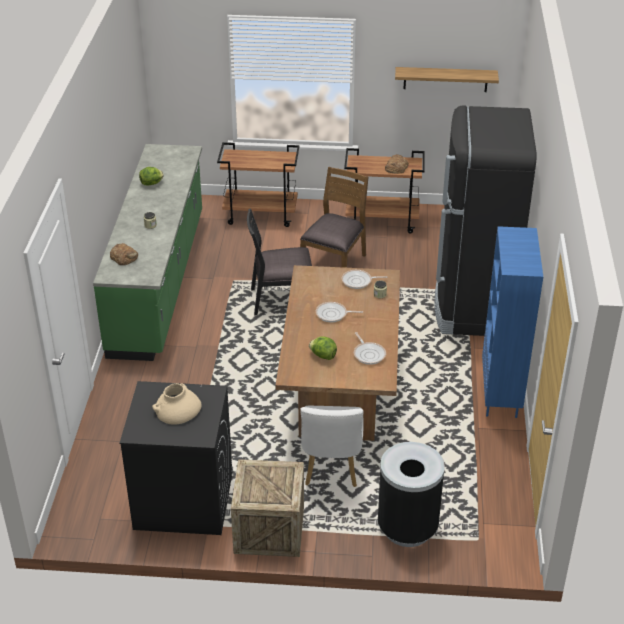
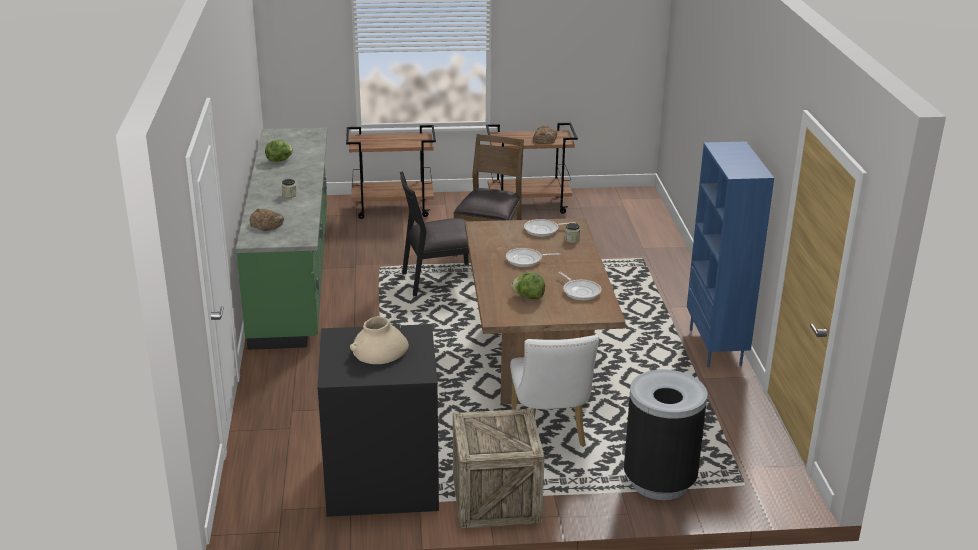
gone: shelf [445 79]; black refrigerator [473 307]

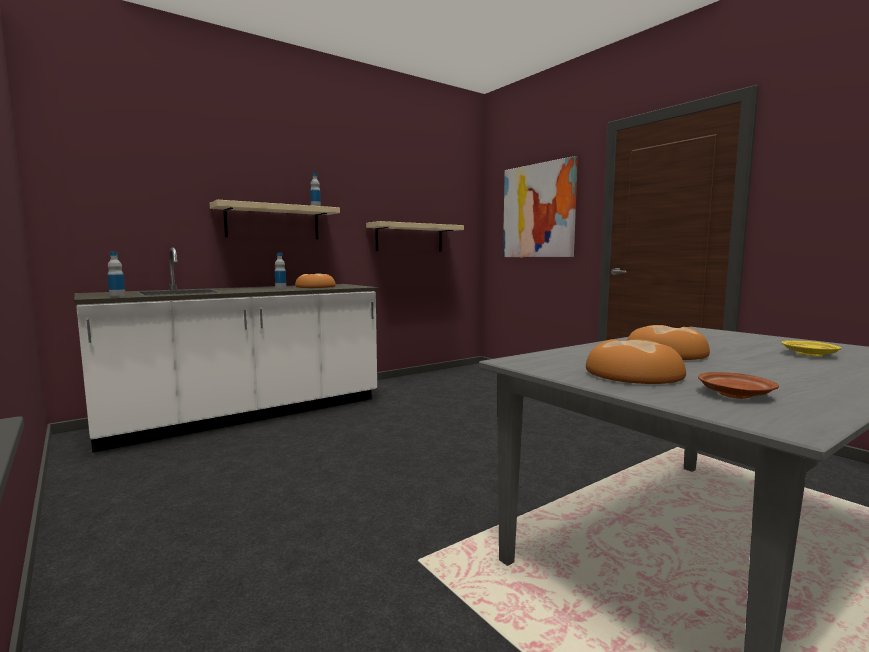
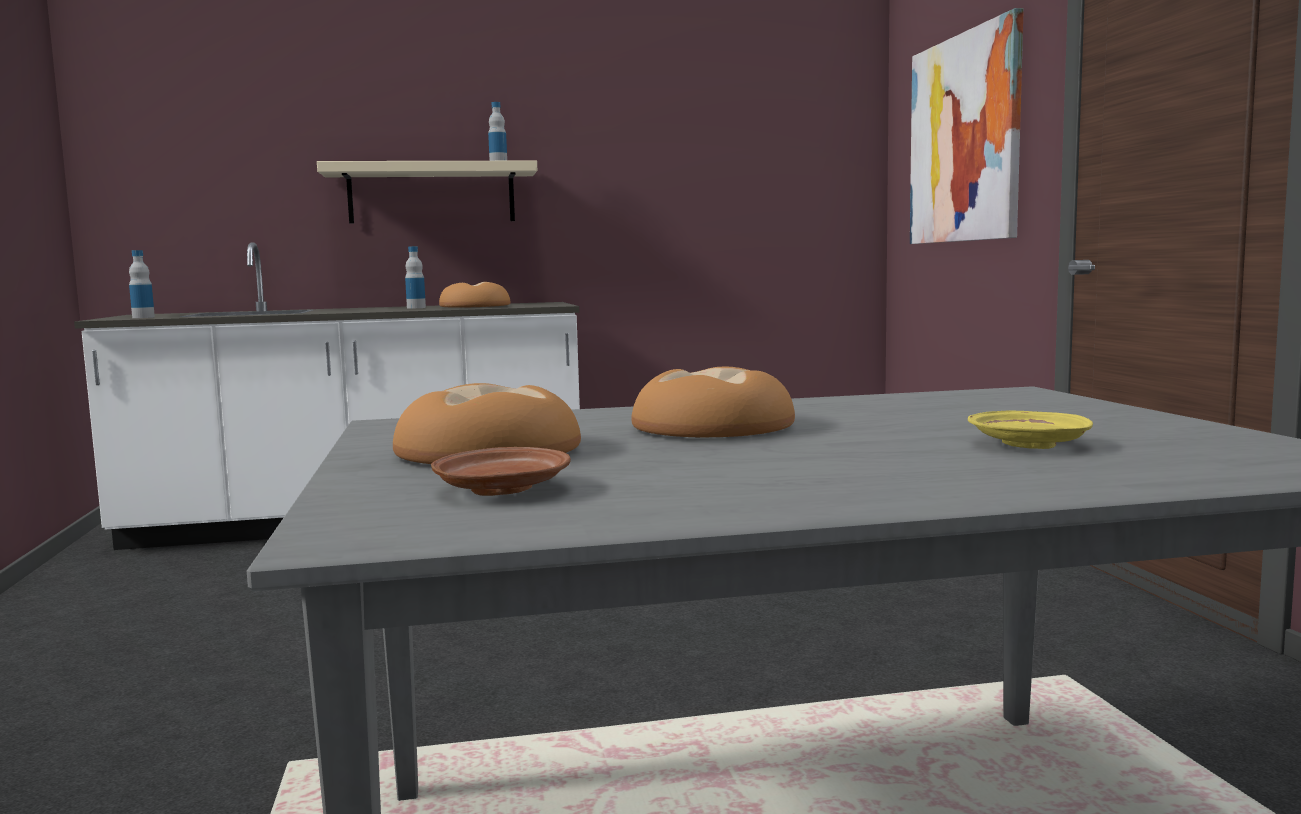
gone: beige shelf [409 238]

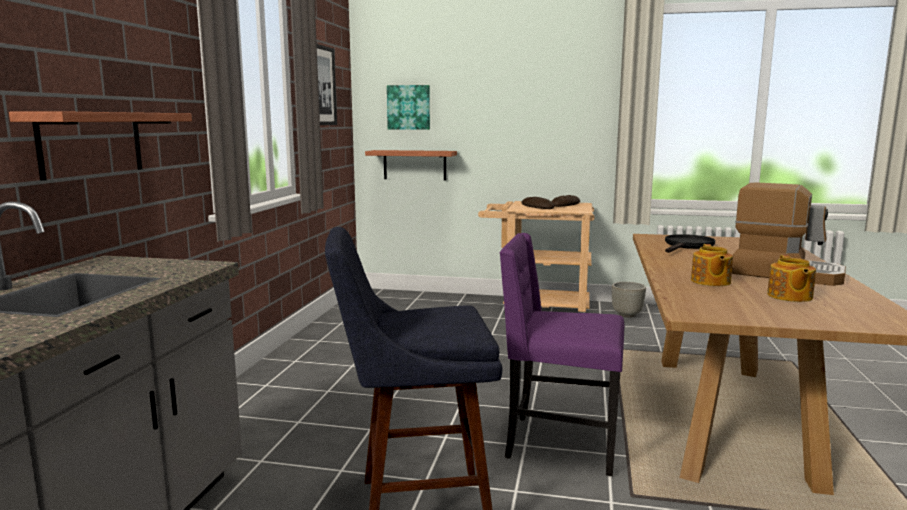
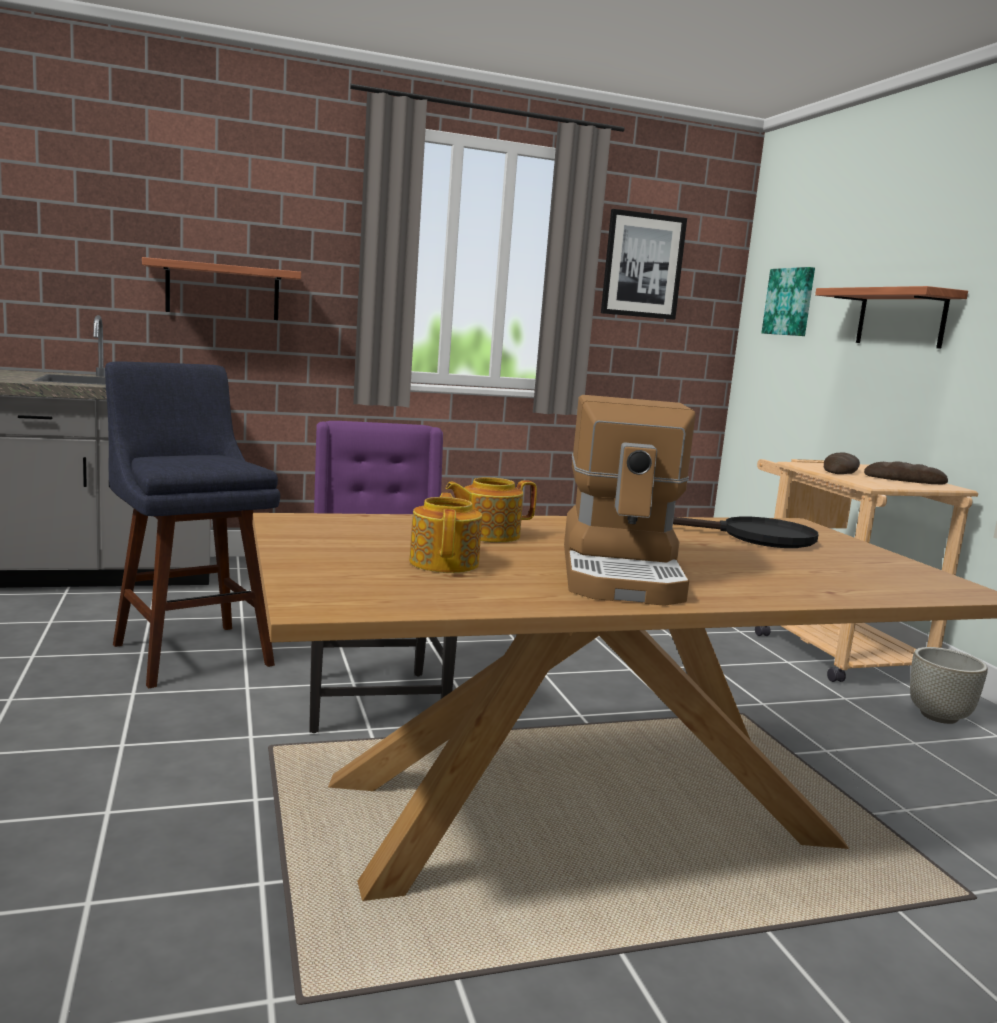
shifted: shelf [414 165] to [901 318]
rotated: teapot [789 296] = [445 562] 105 degrees clockwise

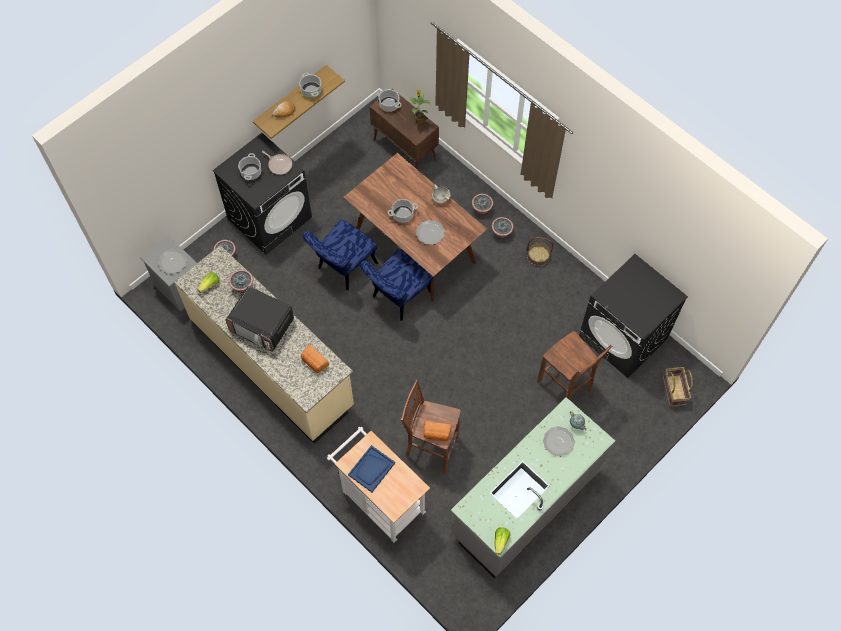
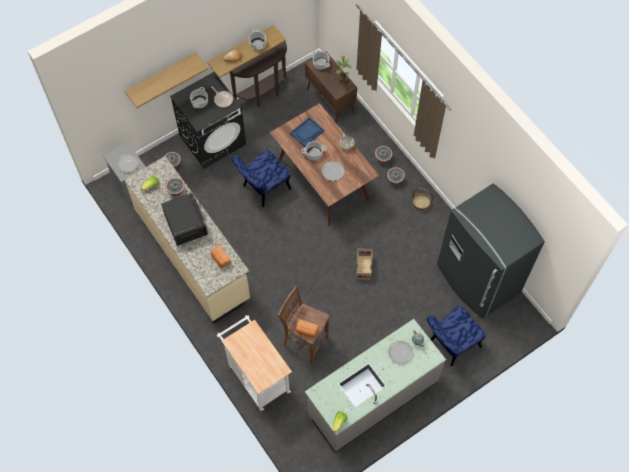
gone: brown-coloured stool seat [566 386]
new: shelf [162 76]; brown-coloured console table [264 94]
shifted: bluish serving tray [371 469] to [307 132]; storage basket [674 390] to [363 267]; bluish upright chair [397 297] to [450 345]
swapped: black laundry appliance [623 337] to gray refrigerator [477 280]
rotated: microwave oven [262 326] = [186 224] 150 degrees counterclockwise

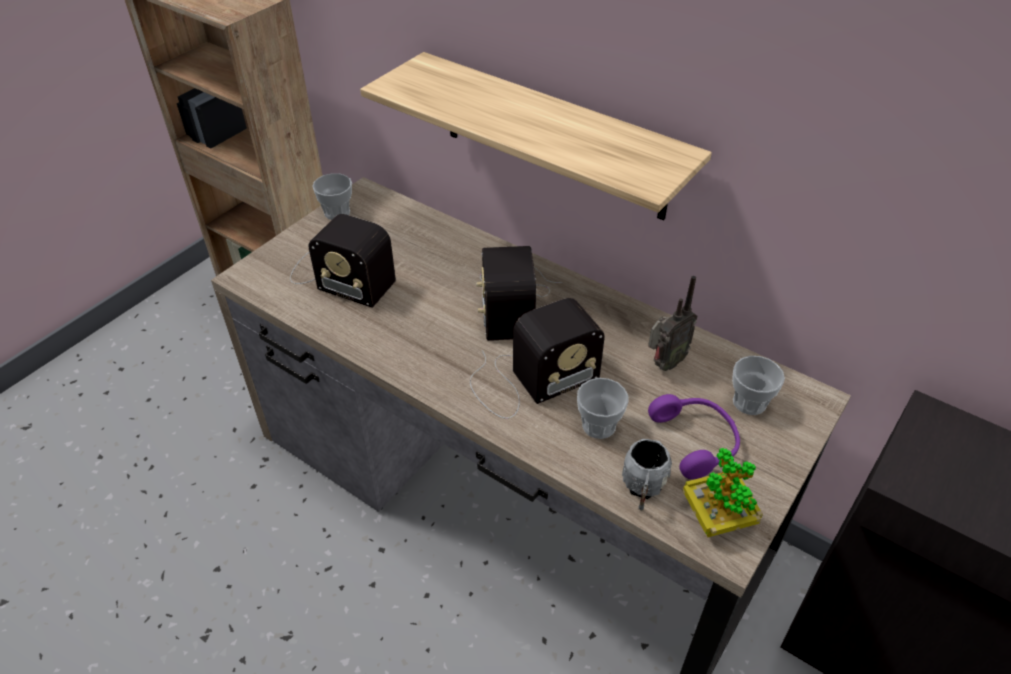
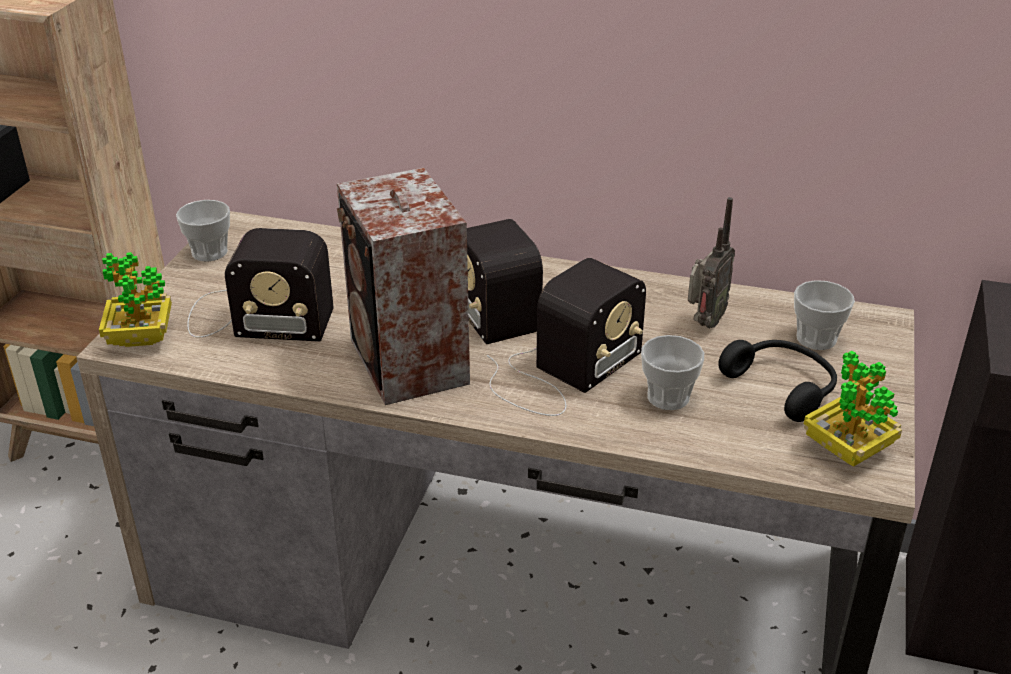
gone: shelf [553 137]; gray mug [642 489]
new: potted plant [140 338]; audio speaker [408 364]
repainted: purplish headset [696 441] to black headset [783 387]

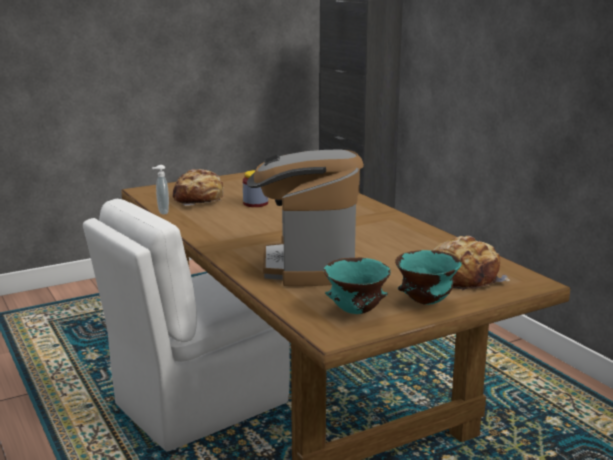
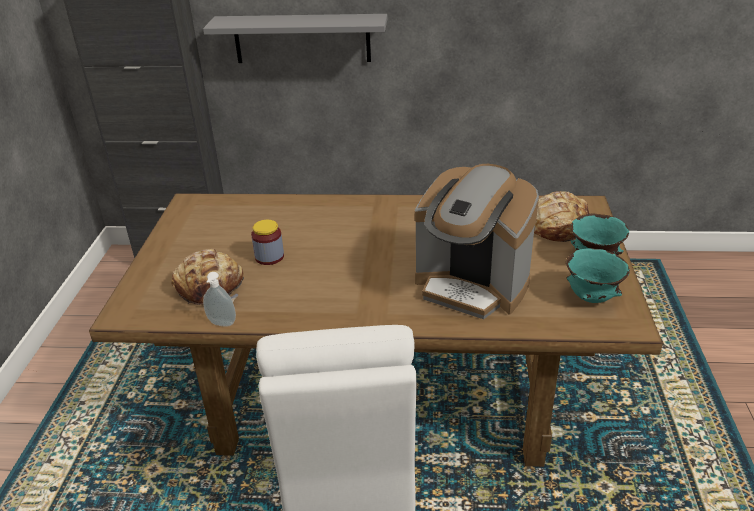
new: gray shelf [302 38]

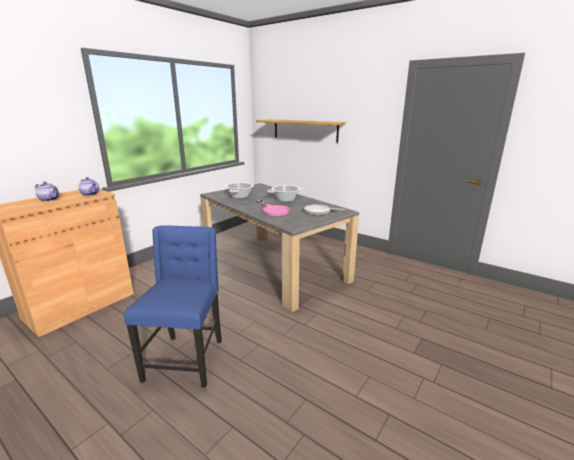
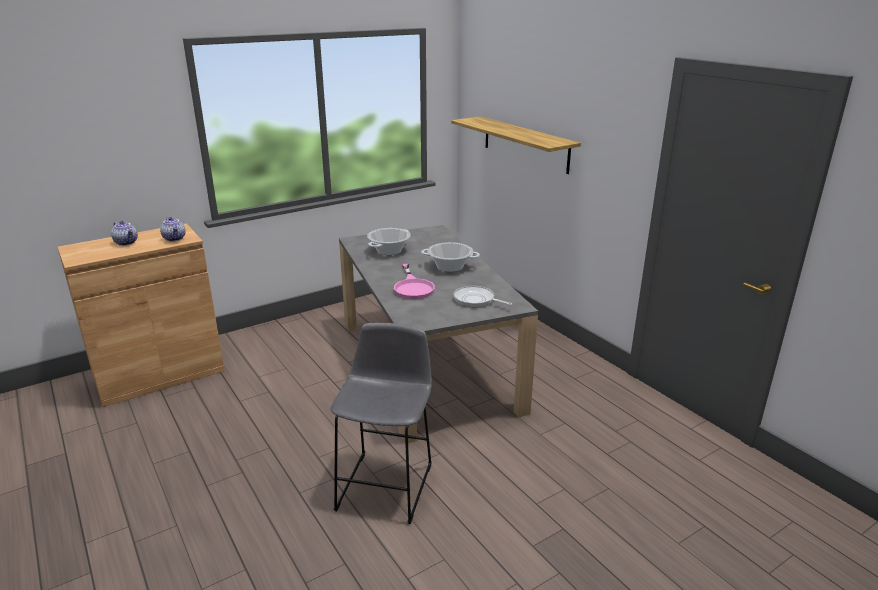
gone: bluish upright chair [186 359]
new: gray stool seat [387 483]

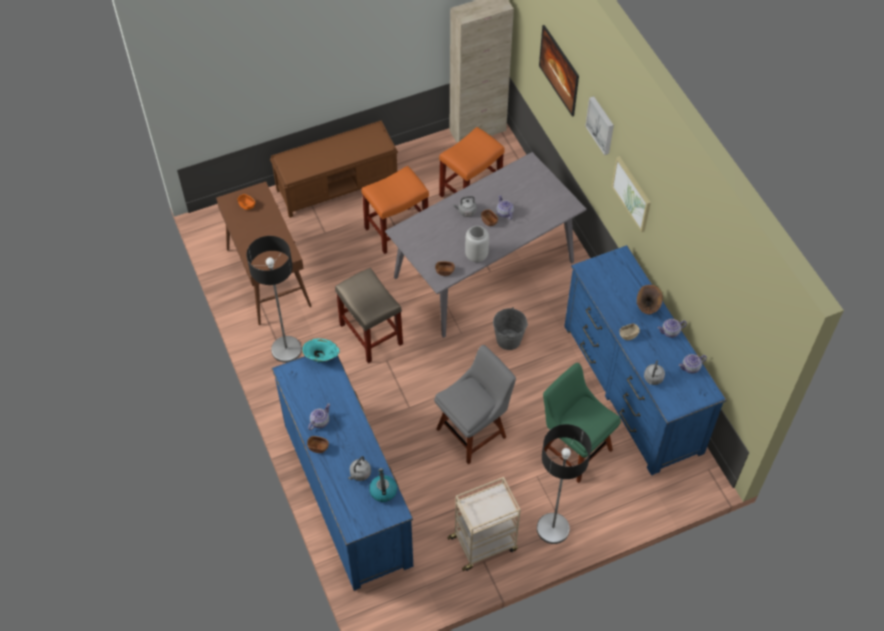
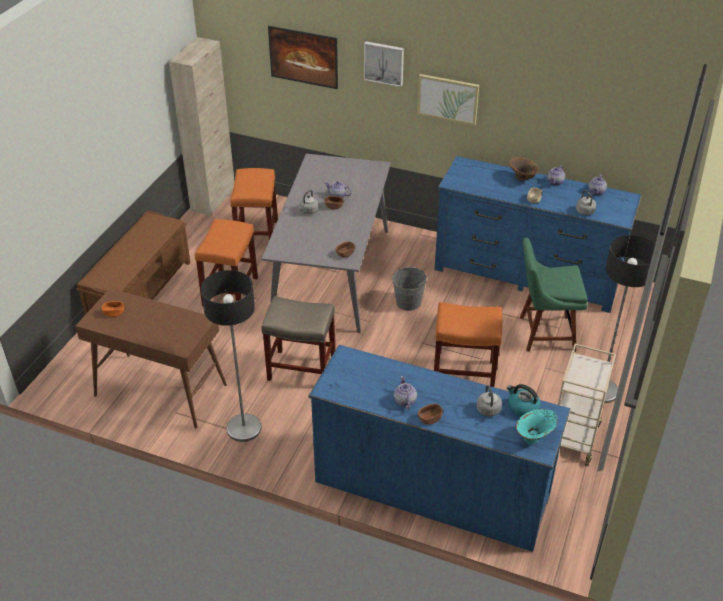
gone: gray decorative vase [476 255]
shifted: turquoise decorative vase [322 359] to [535 438]
swapped: gray upright chair [474 431] to orange stool seat [464 373]

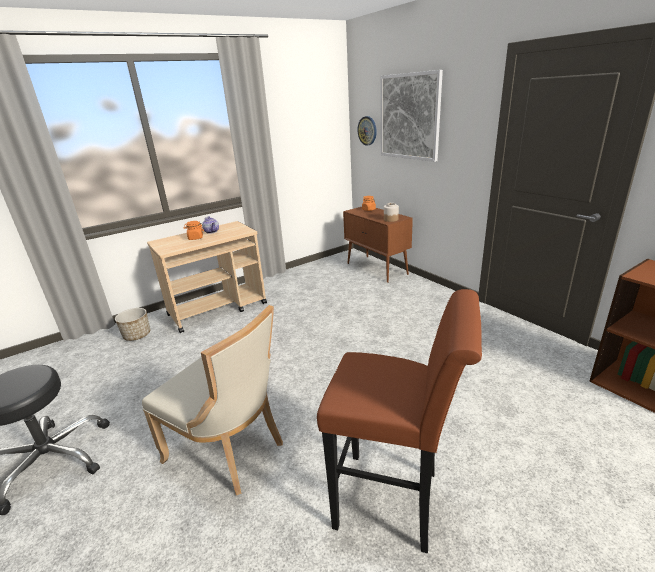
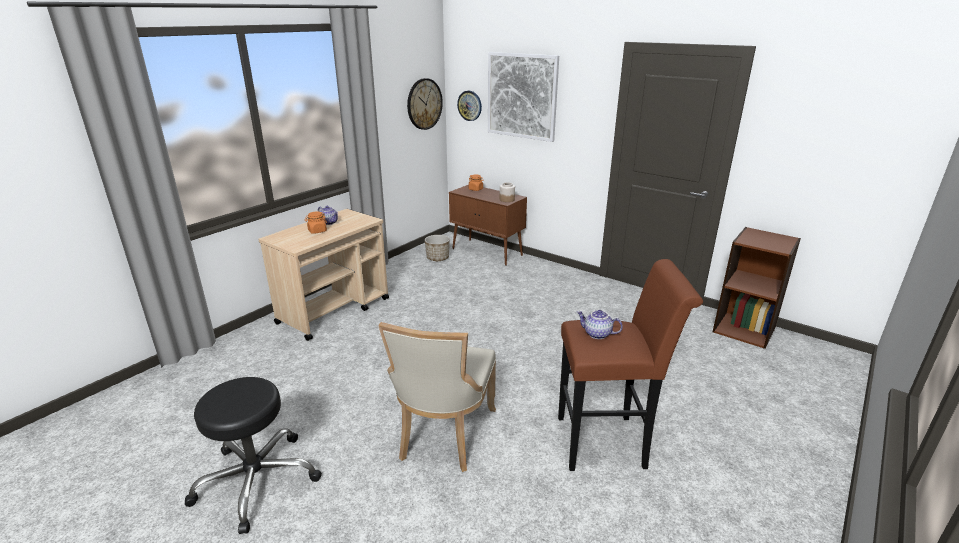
new: hanging clock [424 104]; teapot [597 334]
shifted: plant pot [137 335] to [437 258]
rotated: beige upright chair [230 451] = [444 435] 90 degrees clockwise

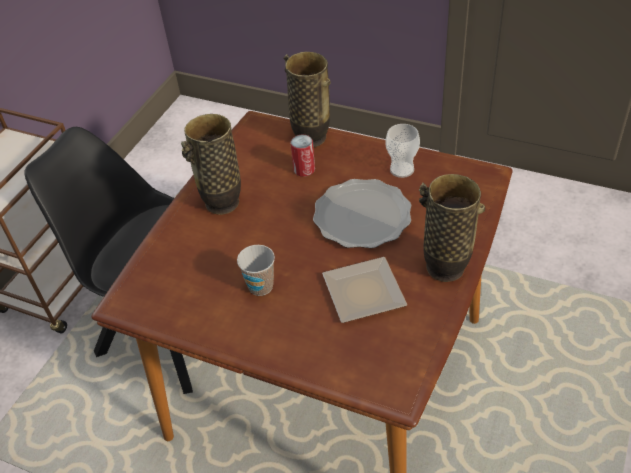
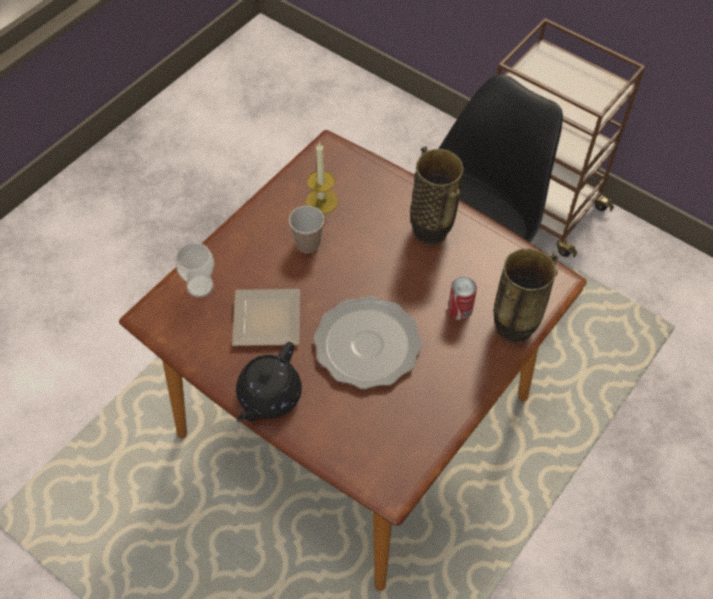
new: wax candle [321 201]
shifted: drinking cup [402 169] to [200 286]
swapped: decorative vase [445 268] to black teapot [268 397]

